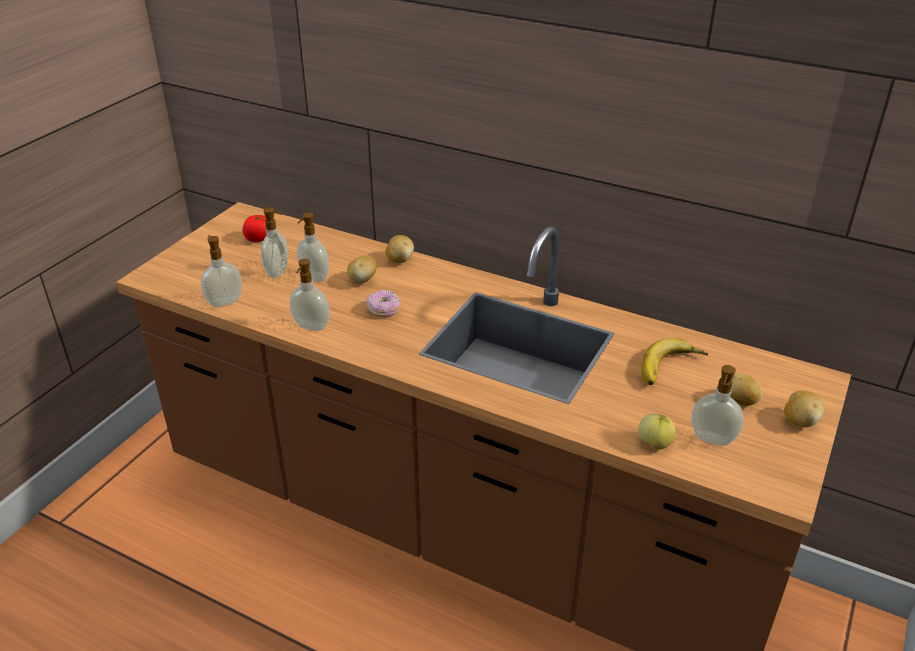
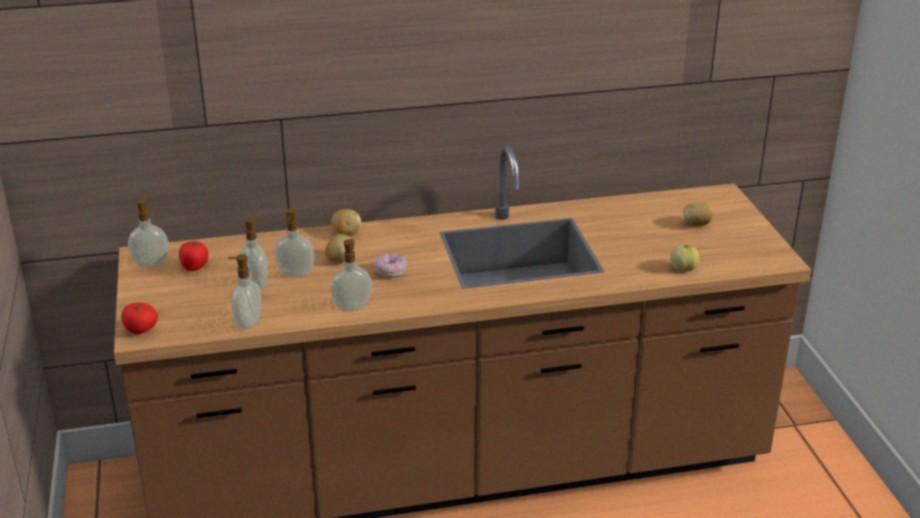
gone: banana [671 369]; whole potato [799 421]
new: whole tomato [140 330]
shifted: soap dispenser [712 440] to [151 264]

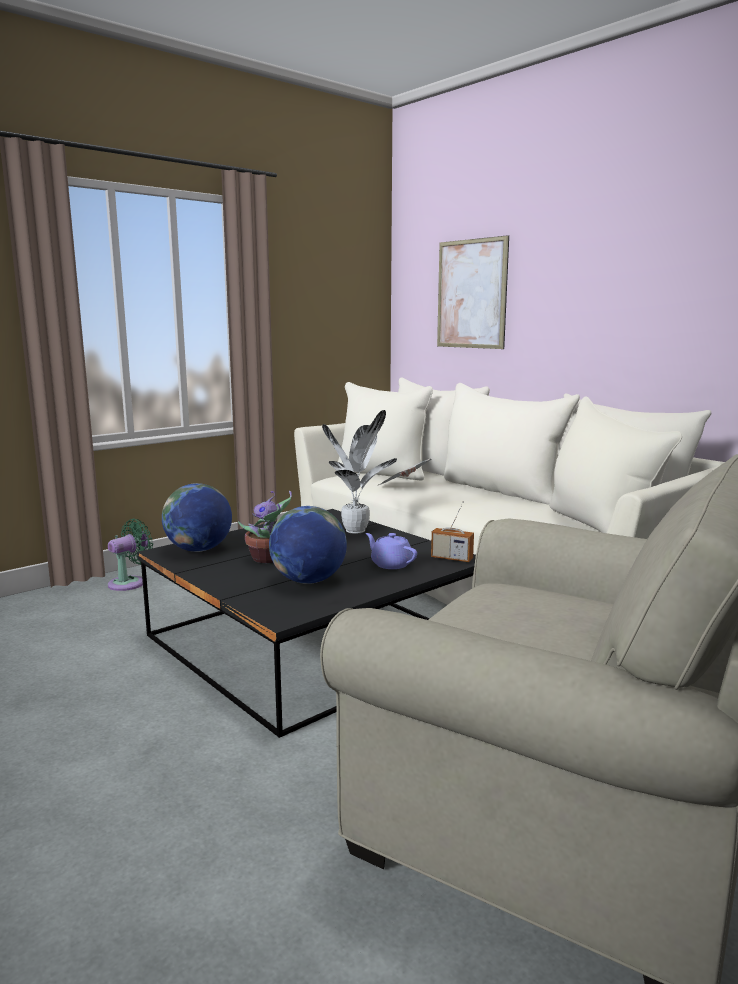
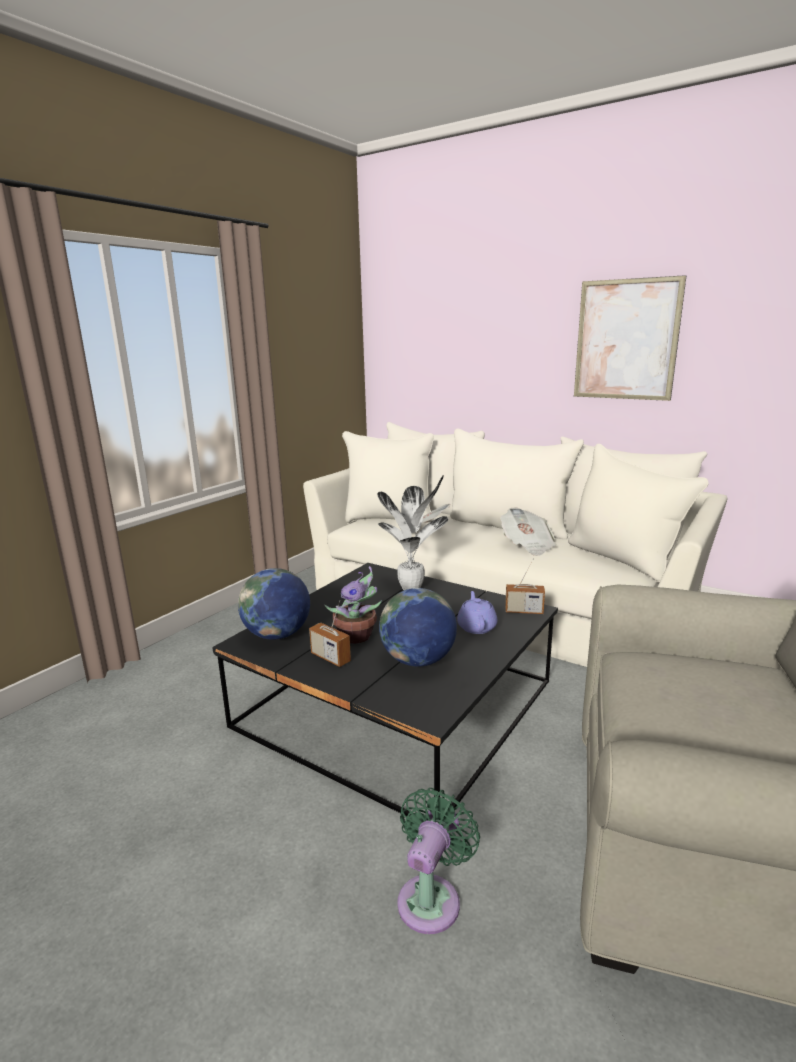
new: radio [330 658]; daily paper [527 546]
shifted: green-coloured fan [130 583] to [431 897]; wall art [471 294] to [626 340]
rotated: purplish teapot [390 564] = [476 627] 60 degrees clockwise

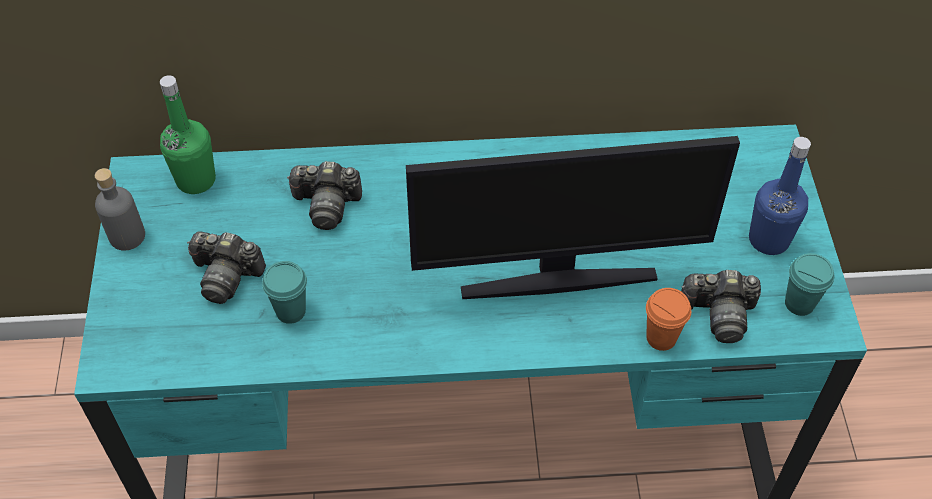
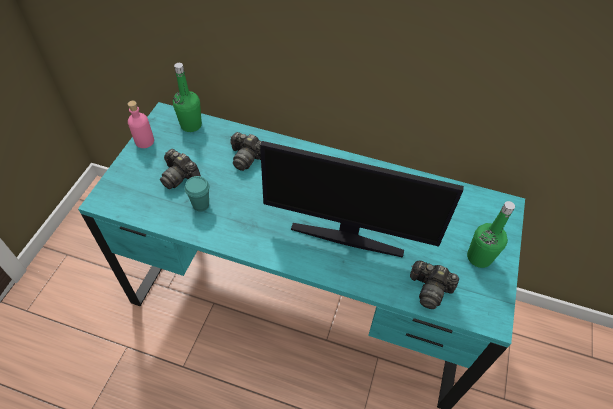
gone: orange drinking cup [661 338]; turquoise drinking cup [799 303]
repainted: gray bottle [127 236] to pinkish bottle [144 141]; bluish bottle [768 240] to green-coloured bottle [479 257]

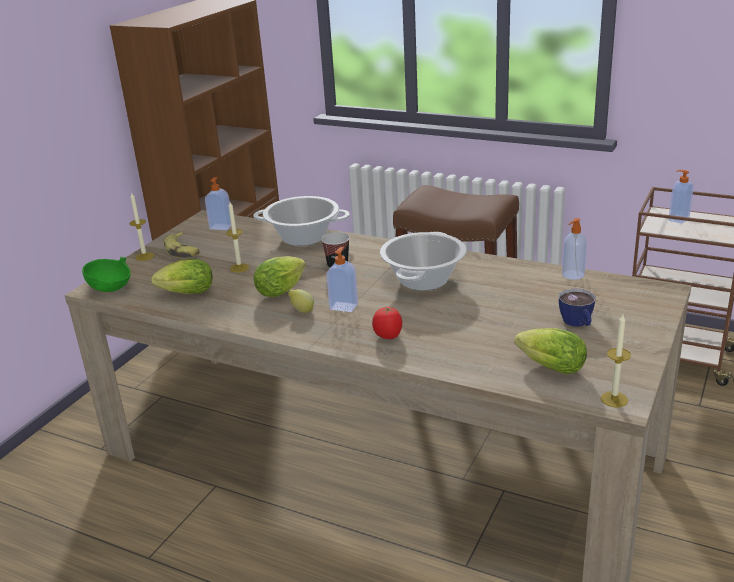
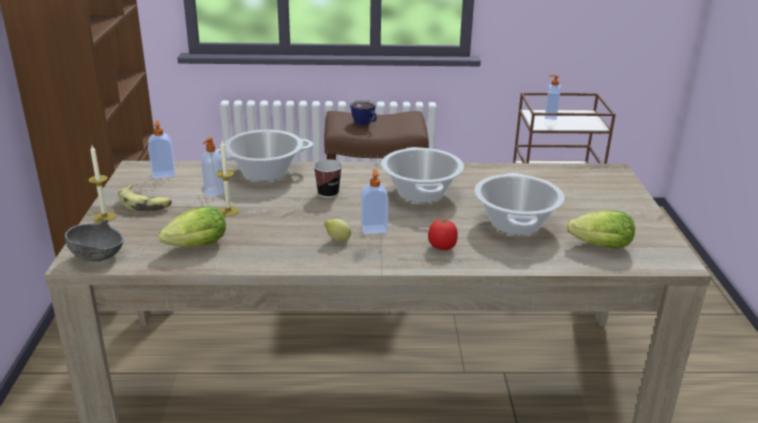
gone: lettuce [283 290]; wax candle [614 399]
new: stockpot [516 224]
shifted: soap dispenser [572 275] to [214 192]; drinking cup [578 323] to [365 123]
repainted: green-coloured deep dish [110 288] to gray deep dish [98 256]

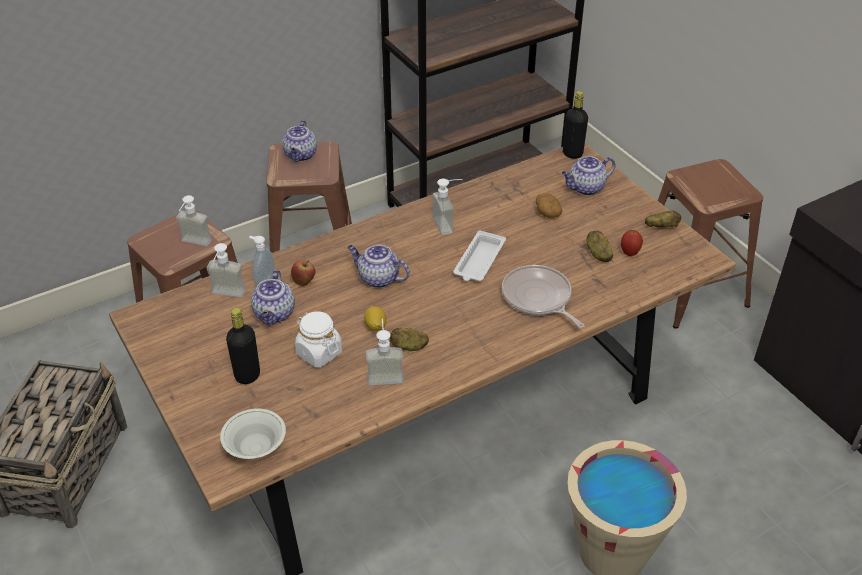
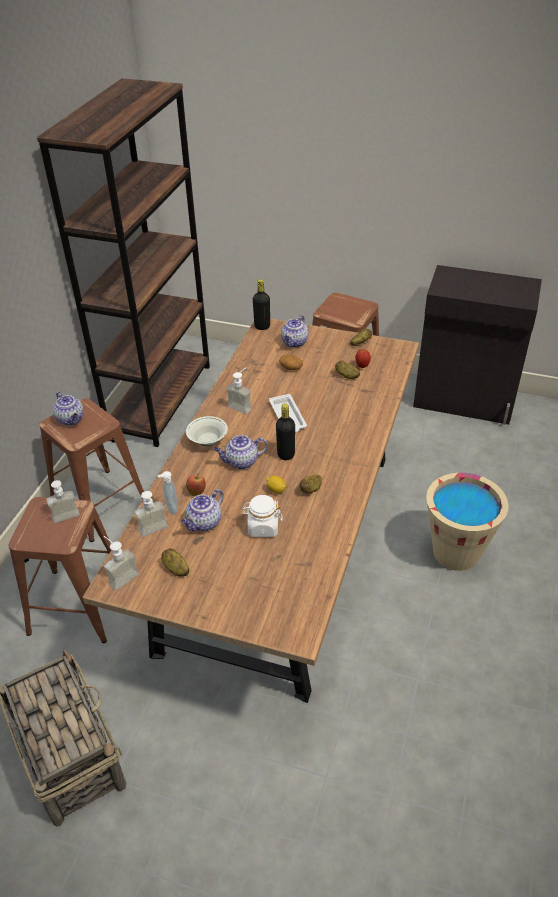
gone: frying pan [538 298]
new: whole potato [175 569]
shifted: soap dispenser [385 374] to [120 576]; whitish deep dish [256 449] to [208 441]; black bottle [247 375] to [286 454]
rotated: teapot [275 314] = [204 523] 75 degrees clockwise

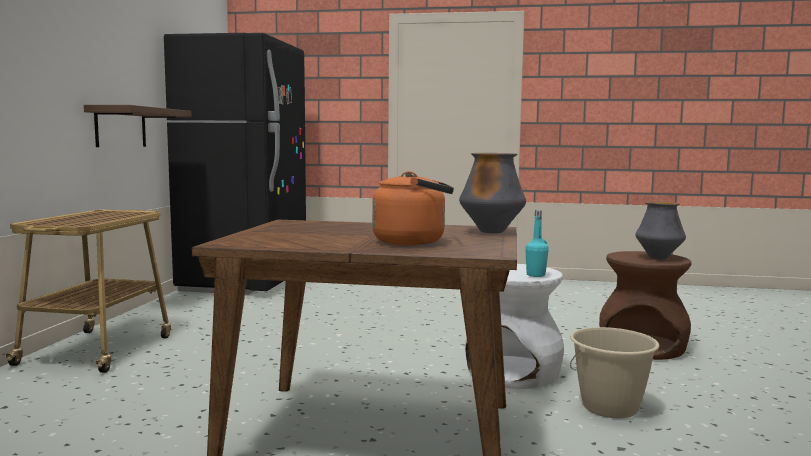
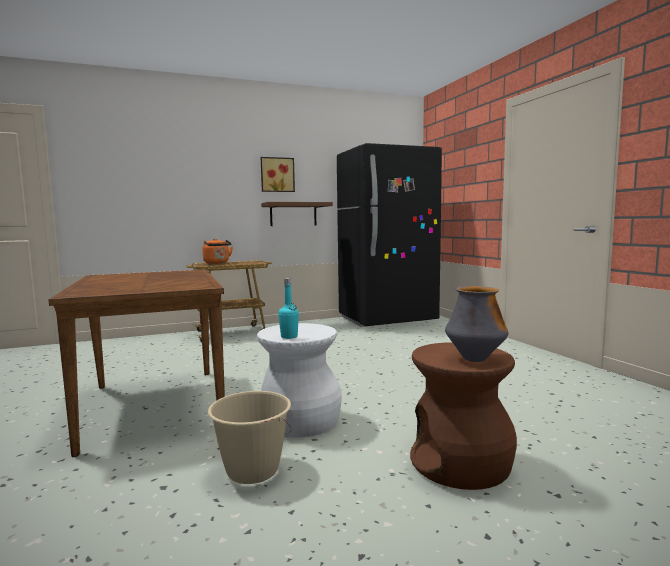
gone: decorative vase [491 232]
new: wall art [277 175]
shifted: orange kettle [413 242] to [217 263]

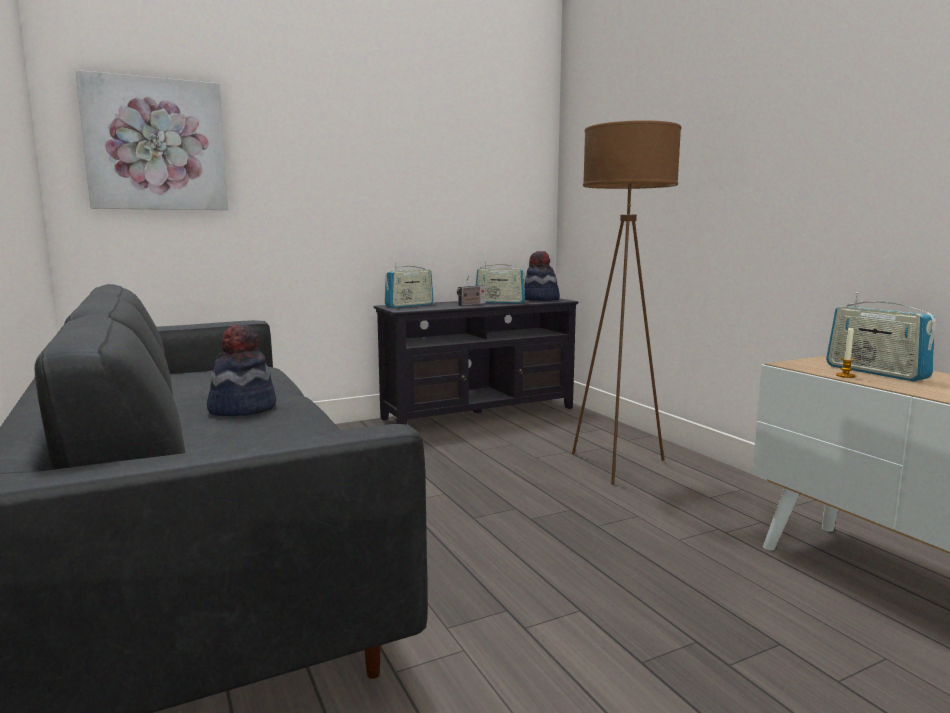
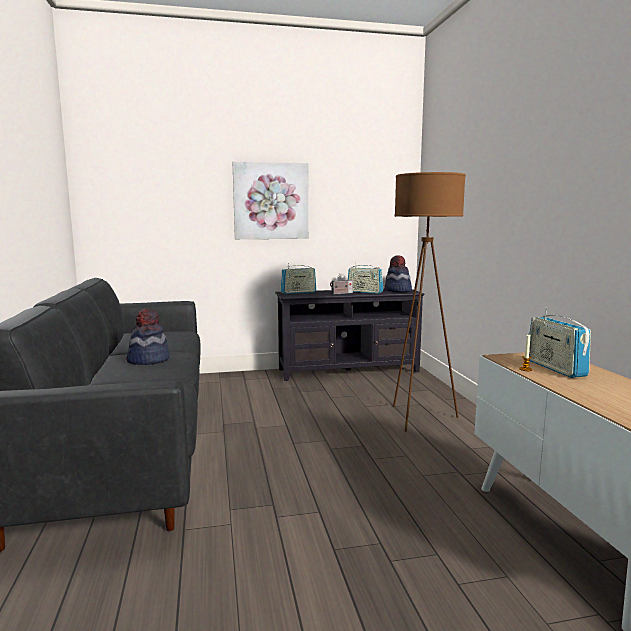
shifted: wall art [156 145] to [271 201]

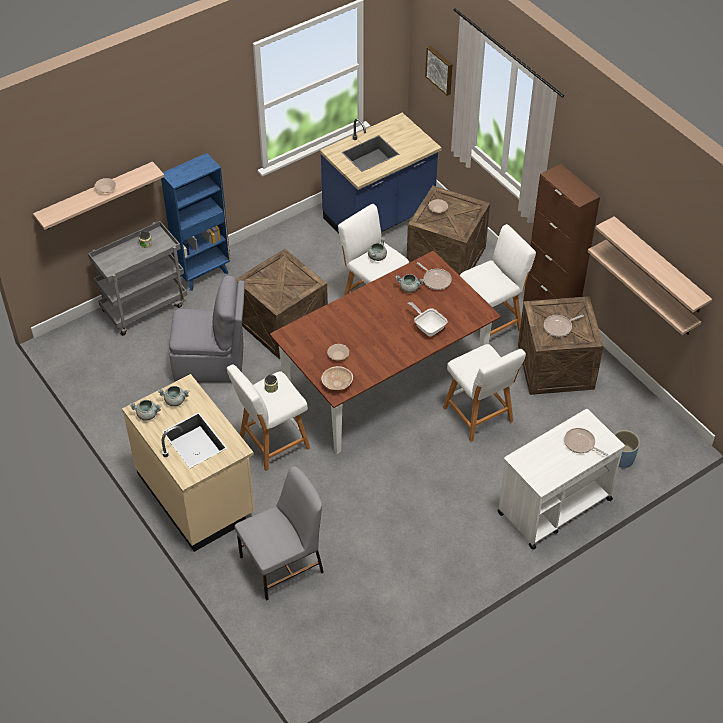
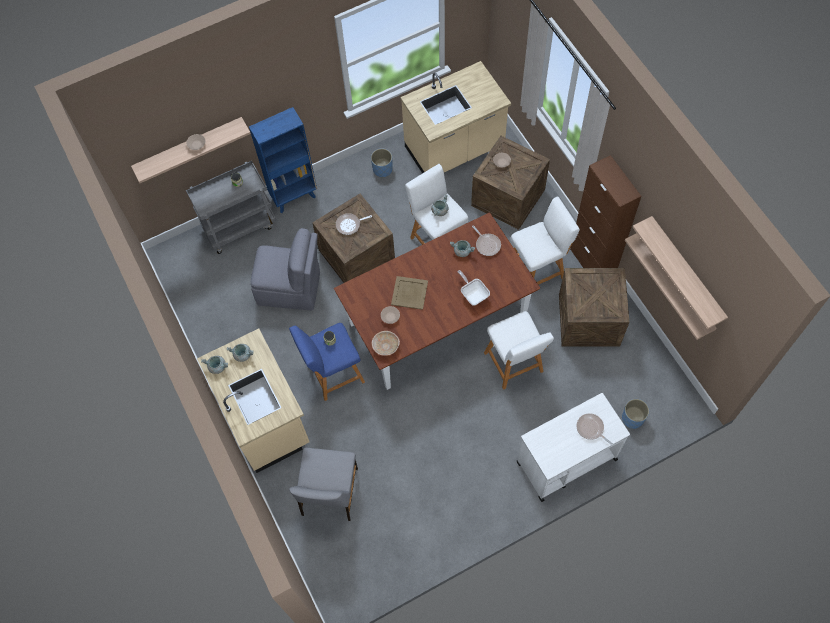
gone: wall art [440 69]
new: bluish plant pot [382 169]; beige serving tray [409 293]
shifted: frying pan [559 327] to [349 225]
repainted: whitish stool seat [271 443] to bluish stool seat [332 374]; bluish kitchen base unit [379 216] to beige kitchen base unit [455 148]
rotated: gray upright chair [283 564] = [329 493] 120 degrees clockwise

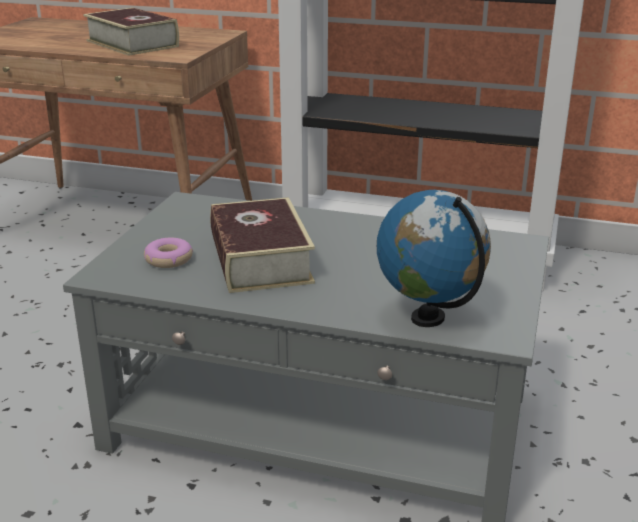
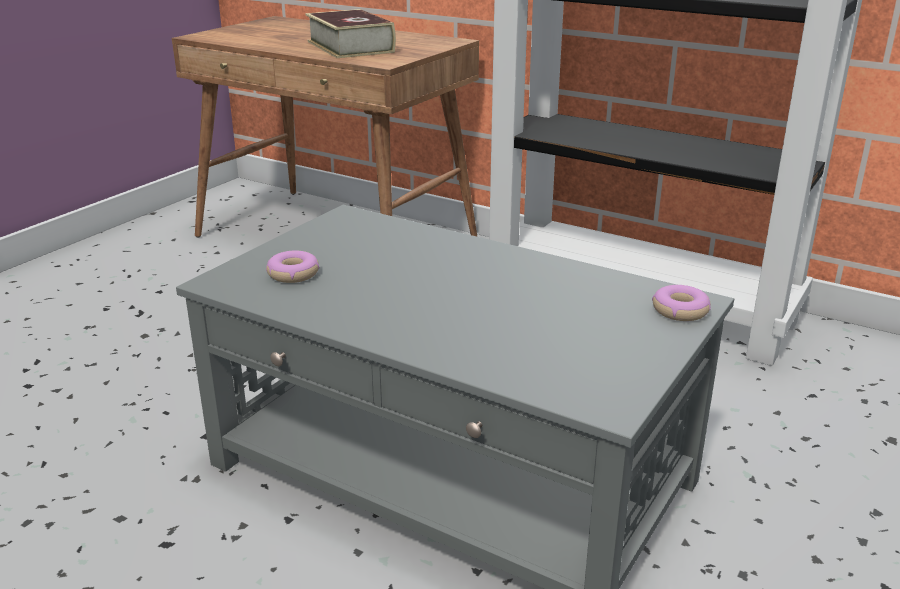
gone: volume [260 259]; desk globe [428 318]
new: ring doughnut [680 310]

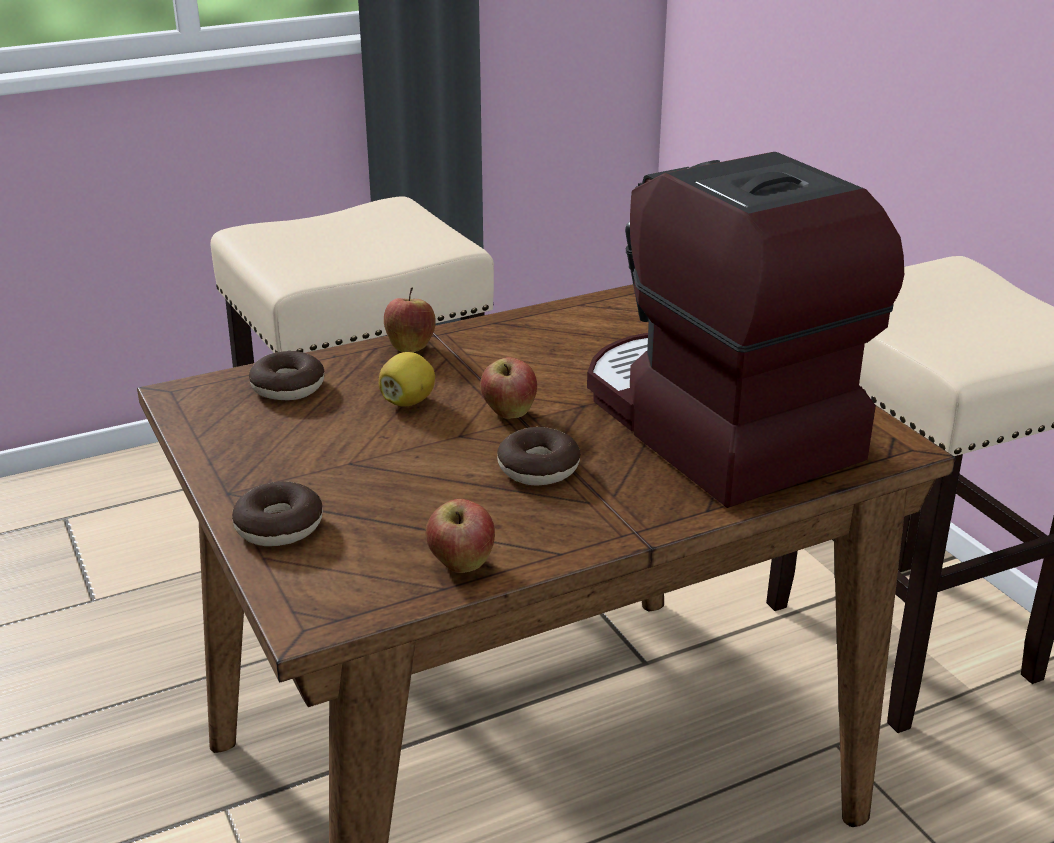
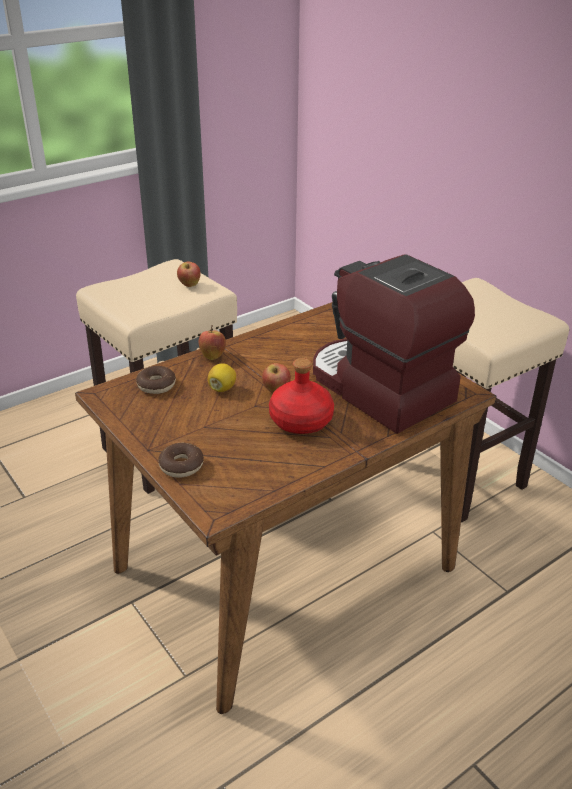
shifted: apple [461 566] to [189 285]
swapped: ring doughnut [538 468] to red bottle [300 420]

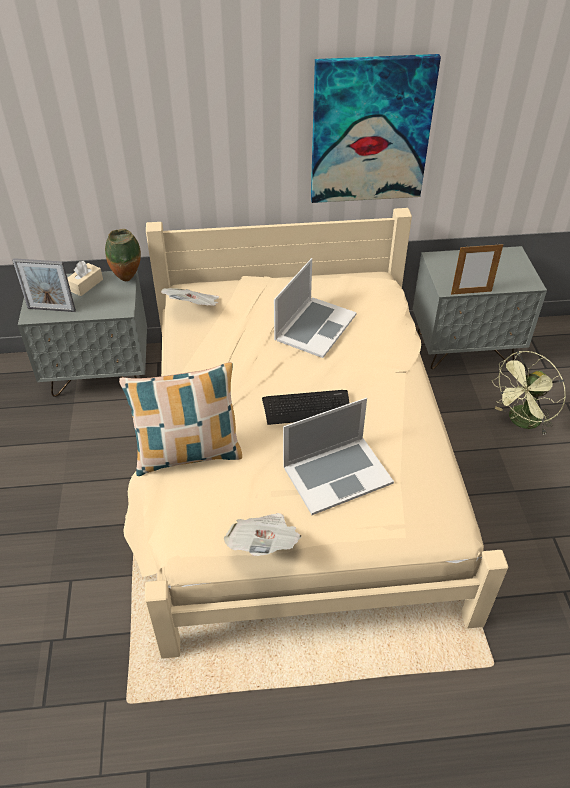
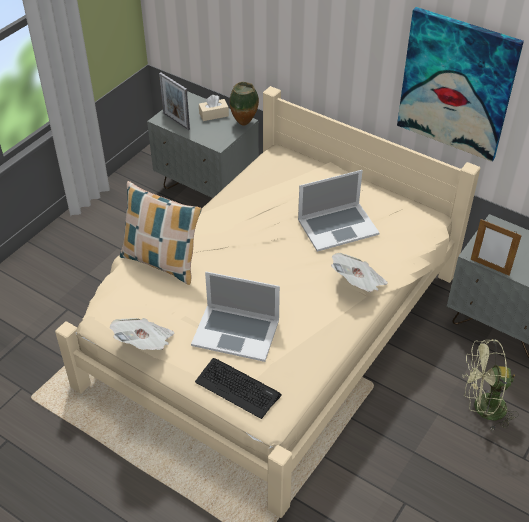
shifted: keyboard [307 407] to [237 388]; daily paper [194 308] to [358 283]

